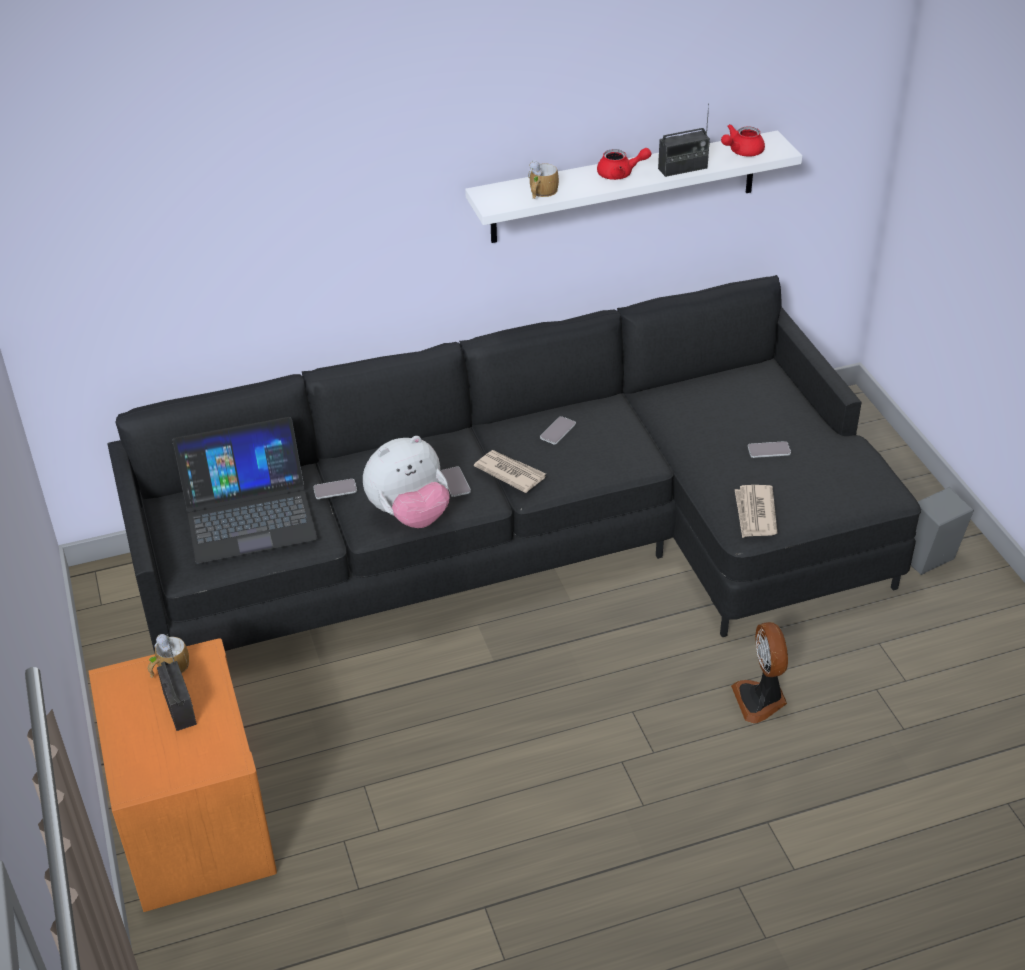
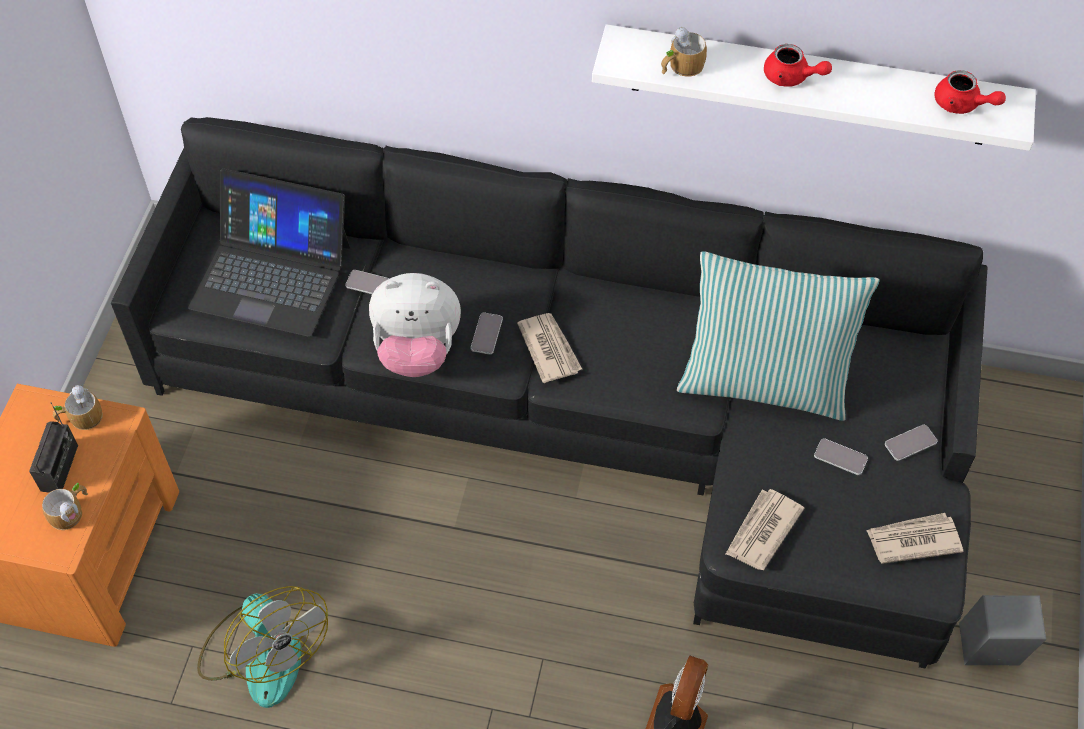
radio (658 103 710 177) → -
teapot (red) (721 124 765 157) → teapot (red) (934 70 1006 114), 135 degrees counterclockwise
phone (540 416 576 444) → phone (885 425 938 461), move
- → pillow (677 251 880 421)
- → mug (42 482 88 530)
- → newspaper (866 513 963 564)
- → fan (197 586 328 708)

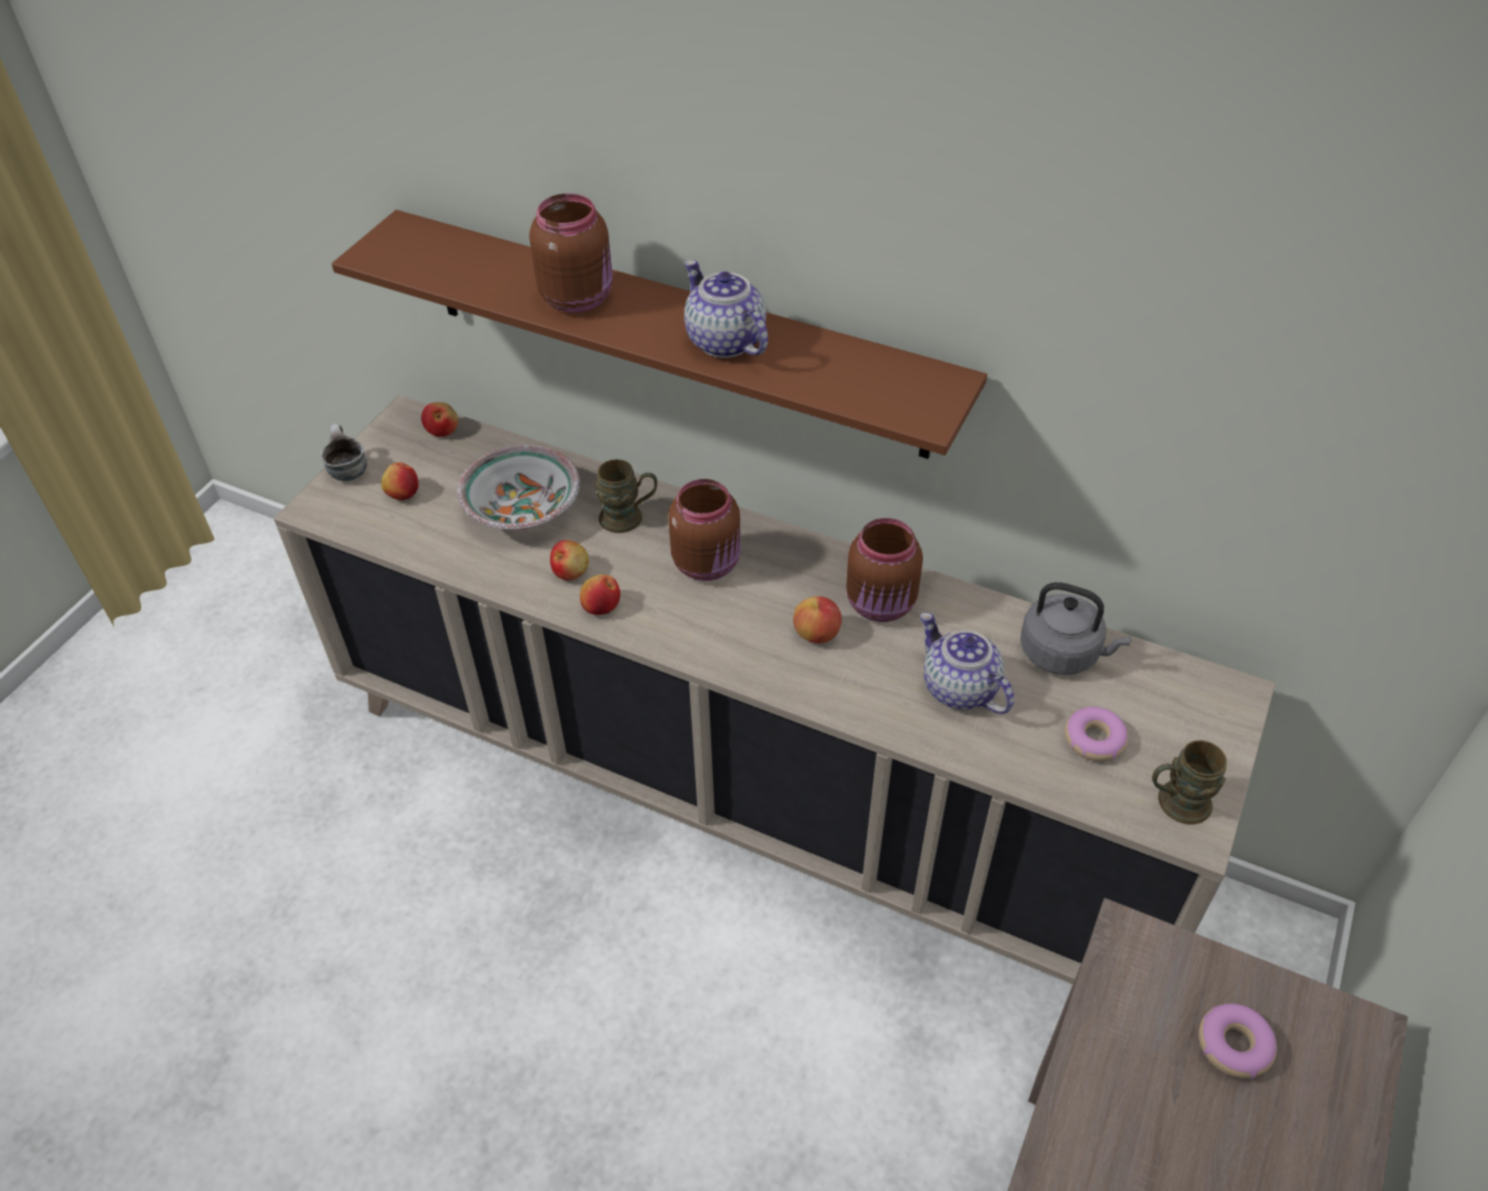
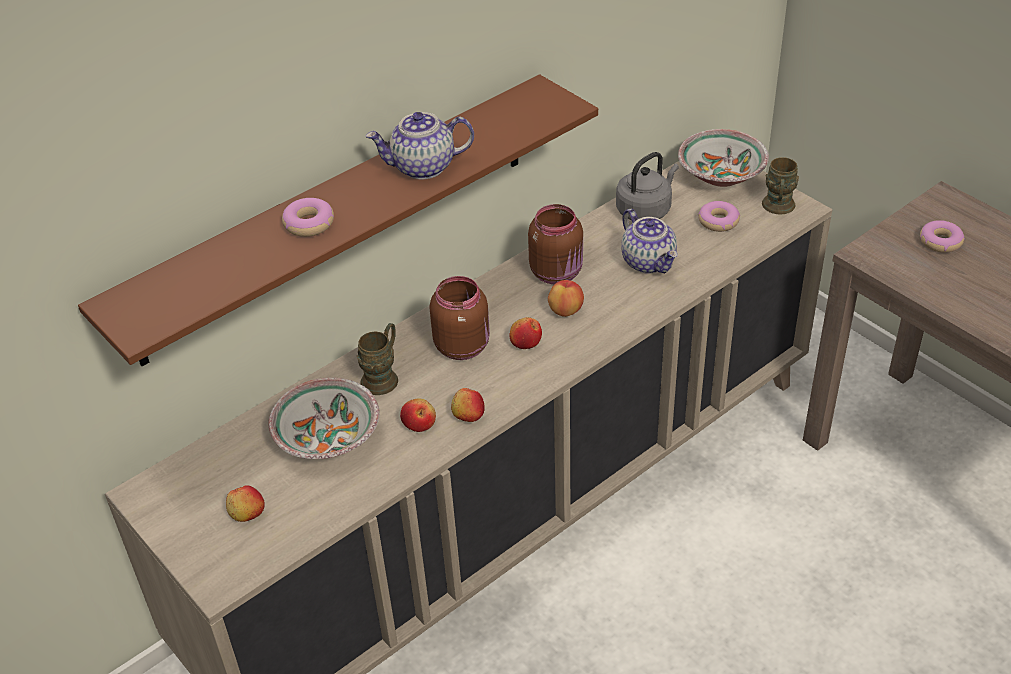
jar (brown) (529 193 613 313) → donut (282 198 334 237)
apple (421 402 458 437) → apple (510 317 542 349), move
mug (320 424 367 481) → -
teapot (920 612 1014 714) → teapot (621 209 678 274), 105 degrees counterclockwise
- → bowl (678 129 769 187)

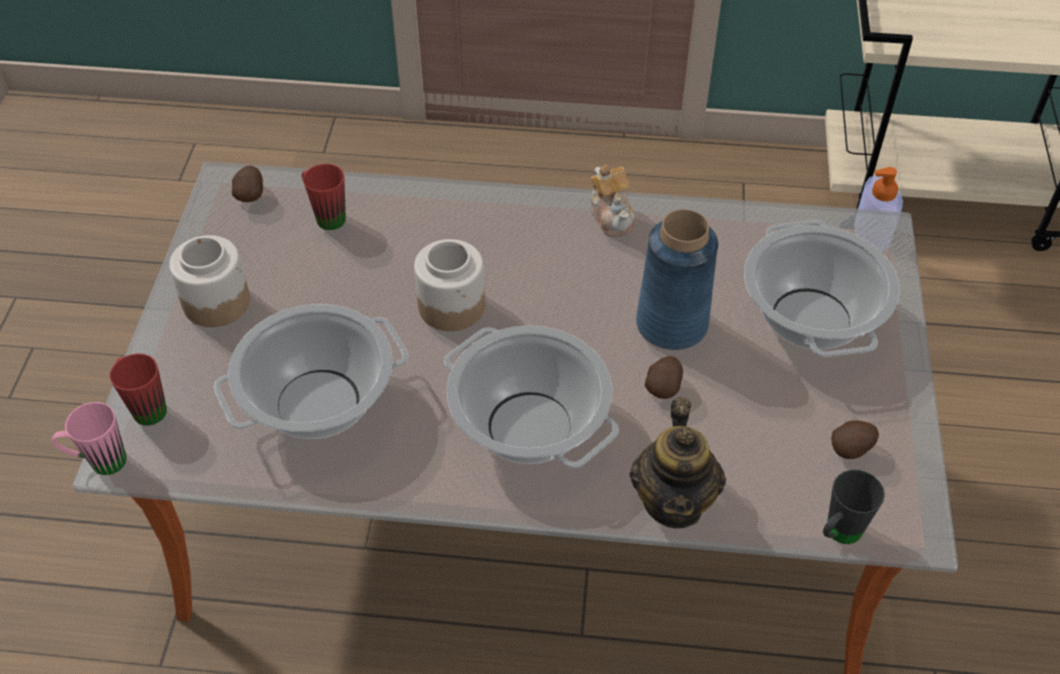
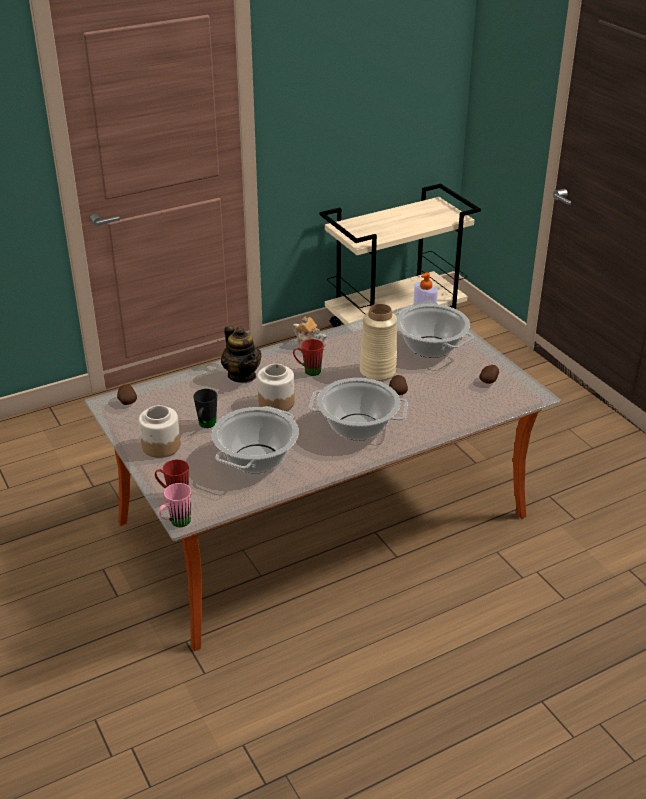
mug (red) (302 164 346 230) → mug (red) (293 339 324 376), move
vase (blue) (636 209 718 350) → vase (beige) (360 304 397 381)
teapot (630 397 726 528) → teapot (221 325 261 383), move
mug (black) (823 470 885 544) → mug (black) (193 389 217 428), move

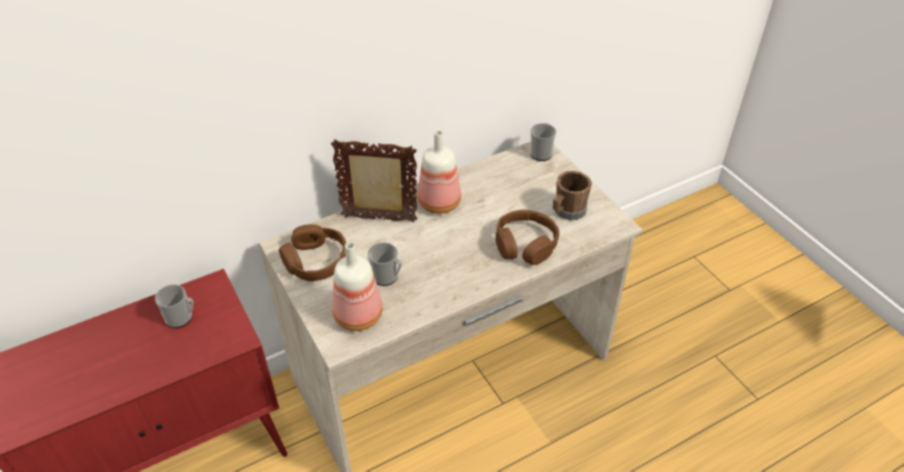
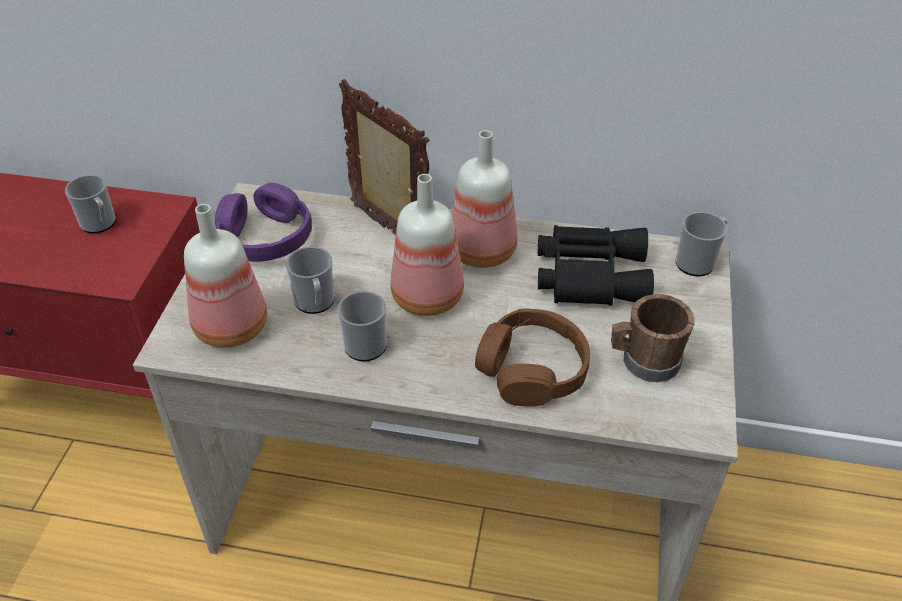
headphones (brown) (279 224 346 281) → headphones (purple) (215 183 312 262)
- → bottle (391 174 464 316)
- → binoculars (black) (538 225 654 306)
- → mug (338 289 387 361)

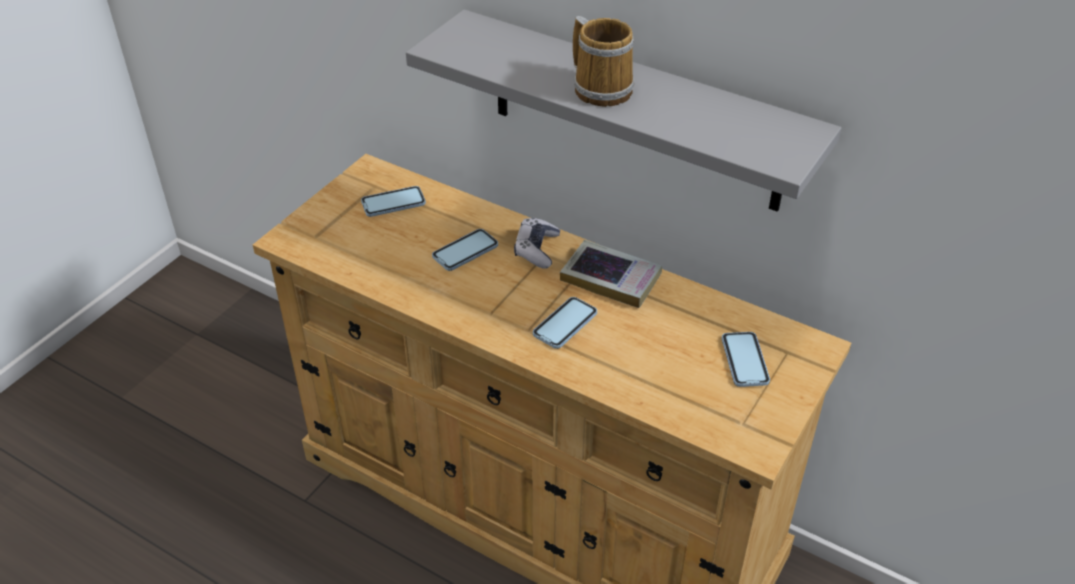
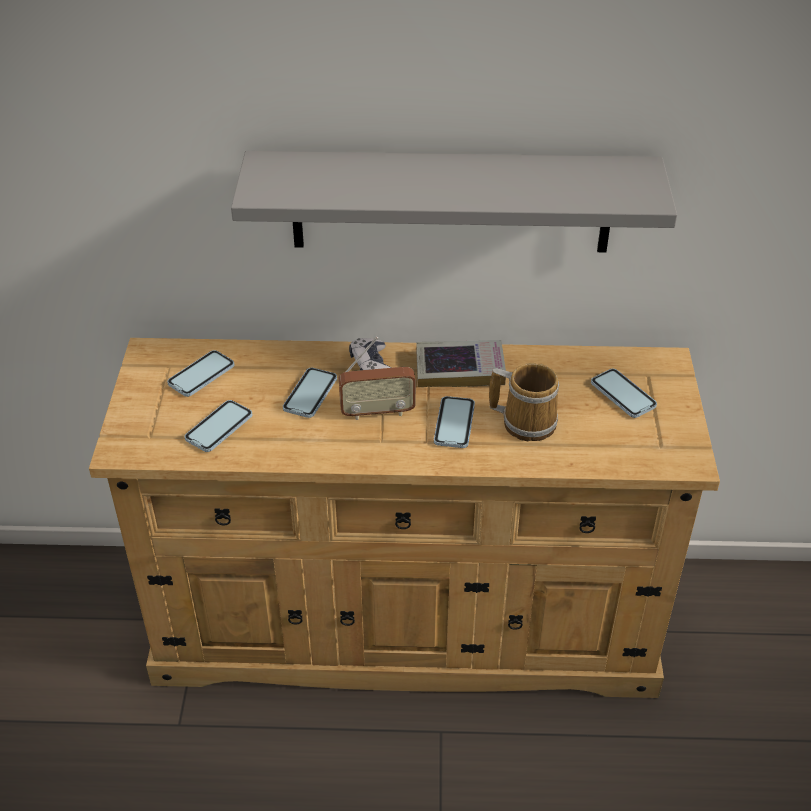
mug (573 16 634 107) → mug (489 363 559 441), move
- → radio (339 337 416 420)
- → phone (184 400 252 452)

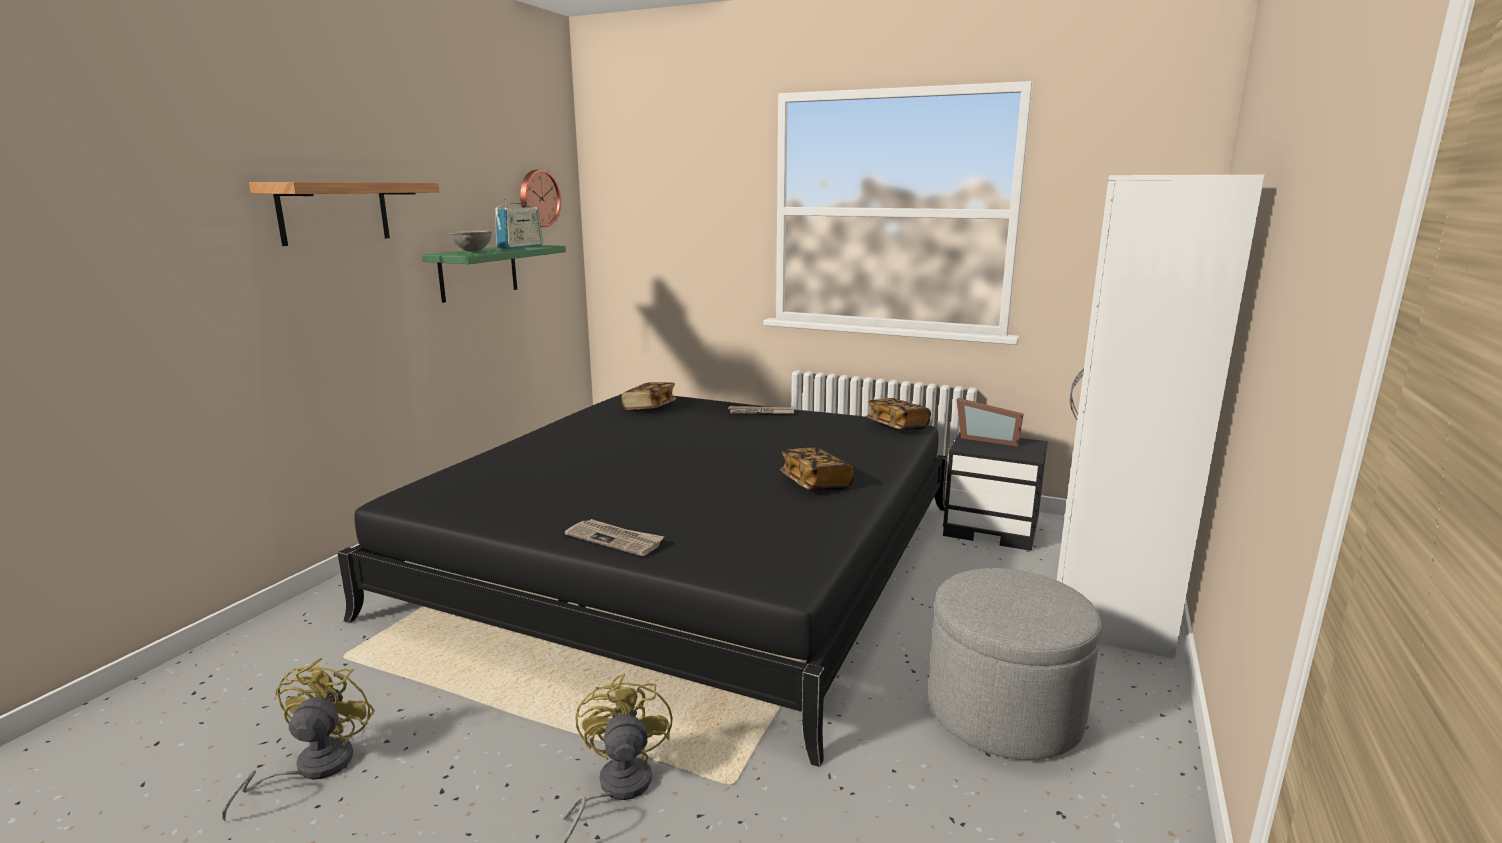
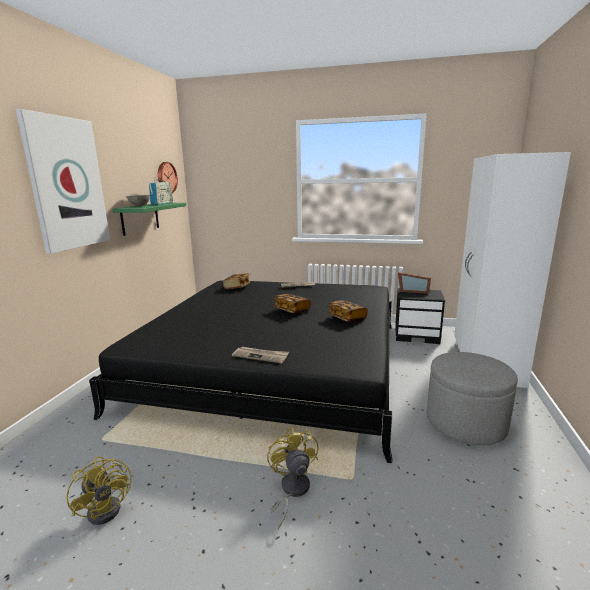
shelf (249 182 439 246) → picture (16 109 110 254)
book (866 398 931 430) → book (274 294 311 313), move
fan (yellow) (222 658 375 822) → fan (yellow) (66 456 131 525), 150 degrees clockwise

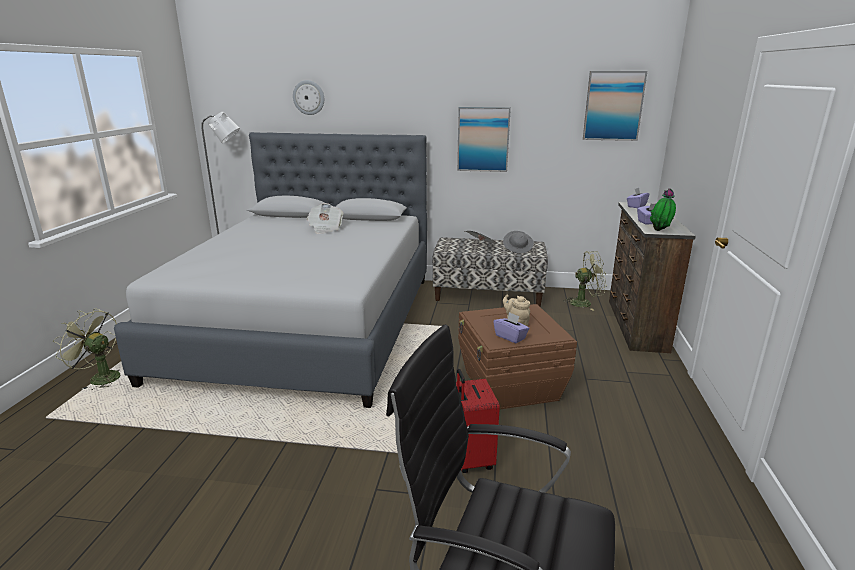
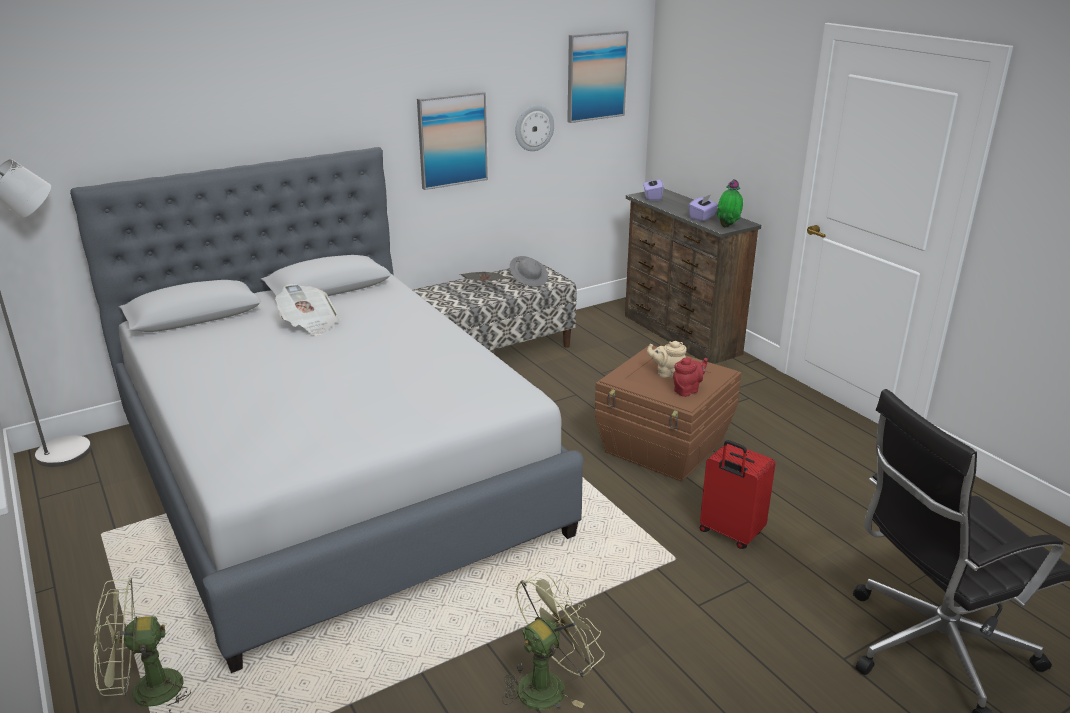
wall clock (293 80 324 115) → wall clock (515 105 554 151), move
fan (green) (563 251 607 311) → fan (green) (502 570 605 710), move
tissue box (purple) (493 312 529 343) → teapot (red) (673 357 708 397)

